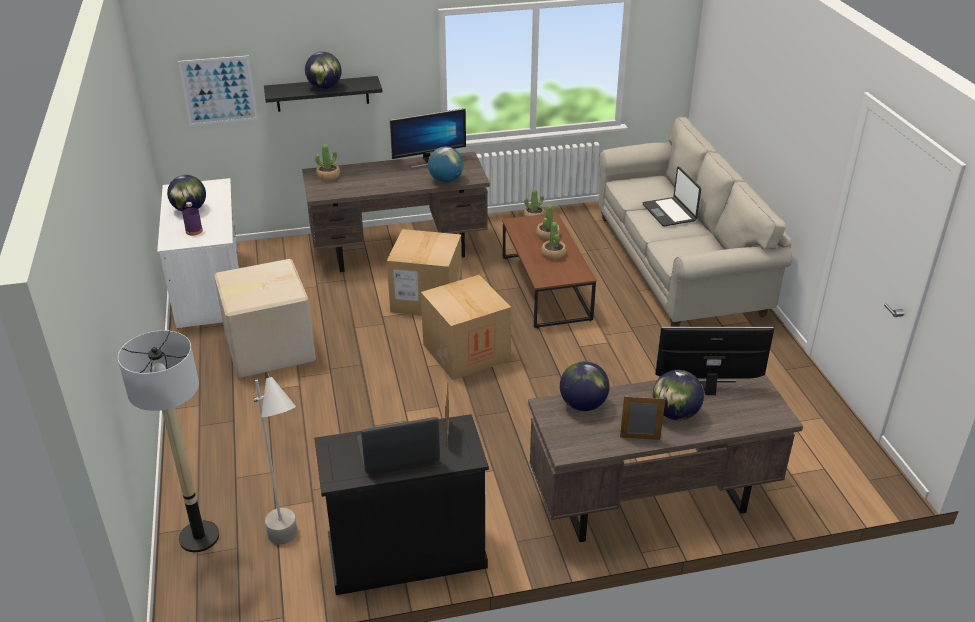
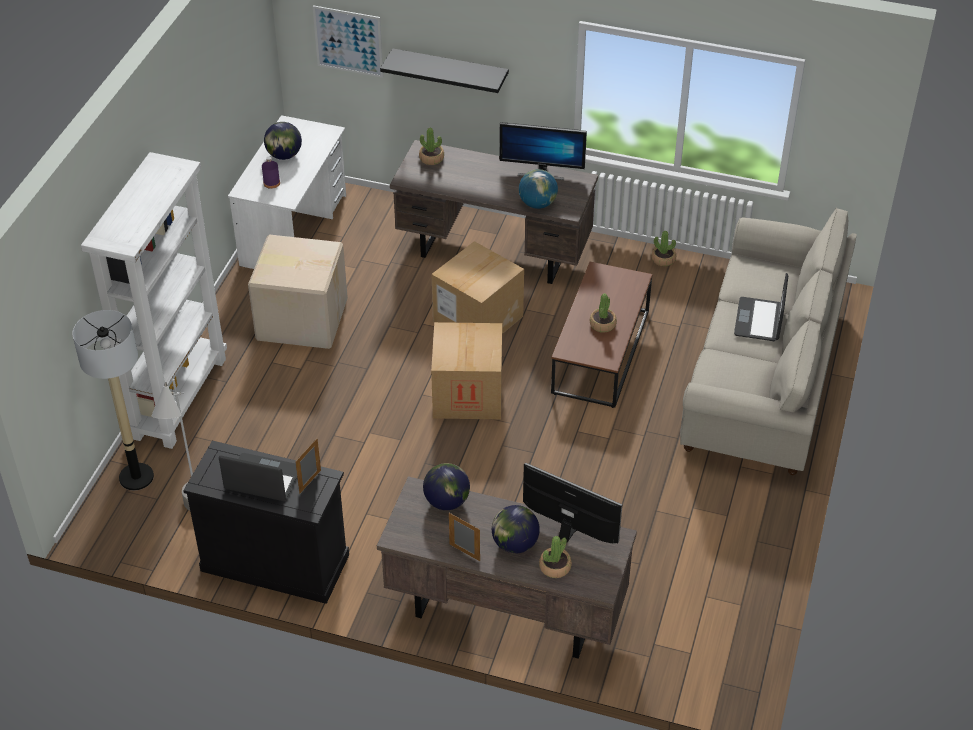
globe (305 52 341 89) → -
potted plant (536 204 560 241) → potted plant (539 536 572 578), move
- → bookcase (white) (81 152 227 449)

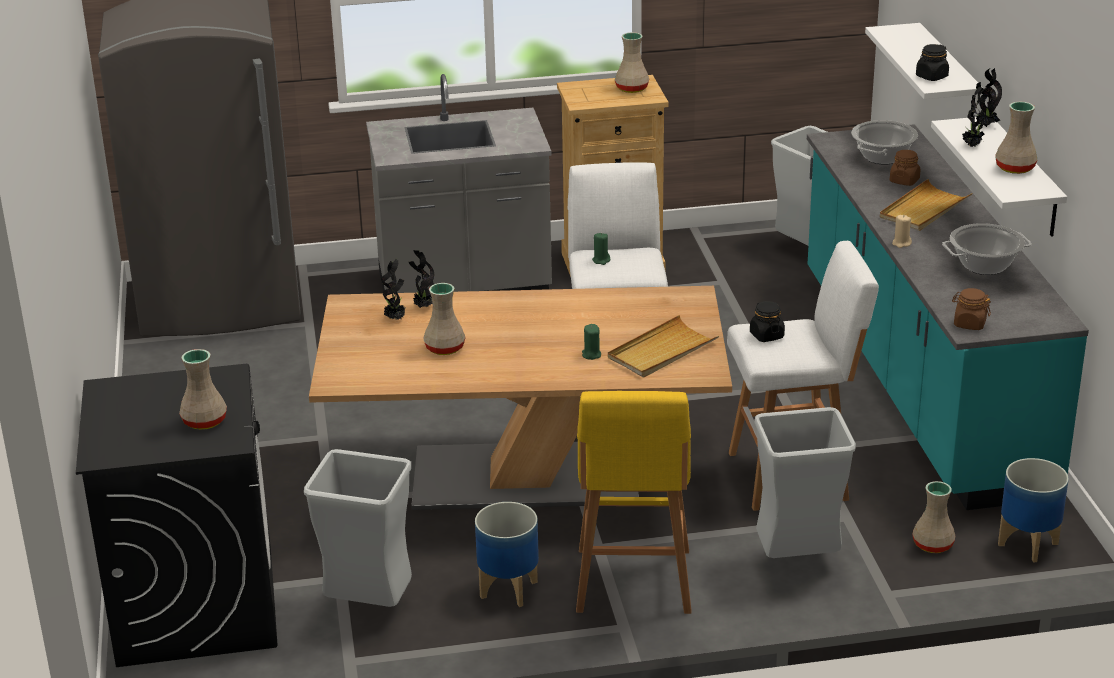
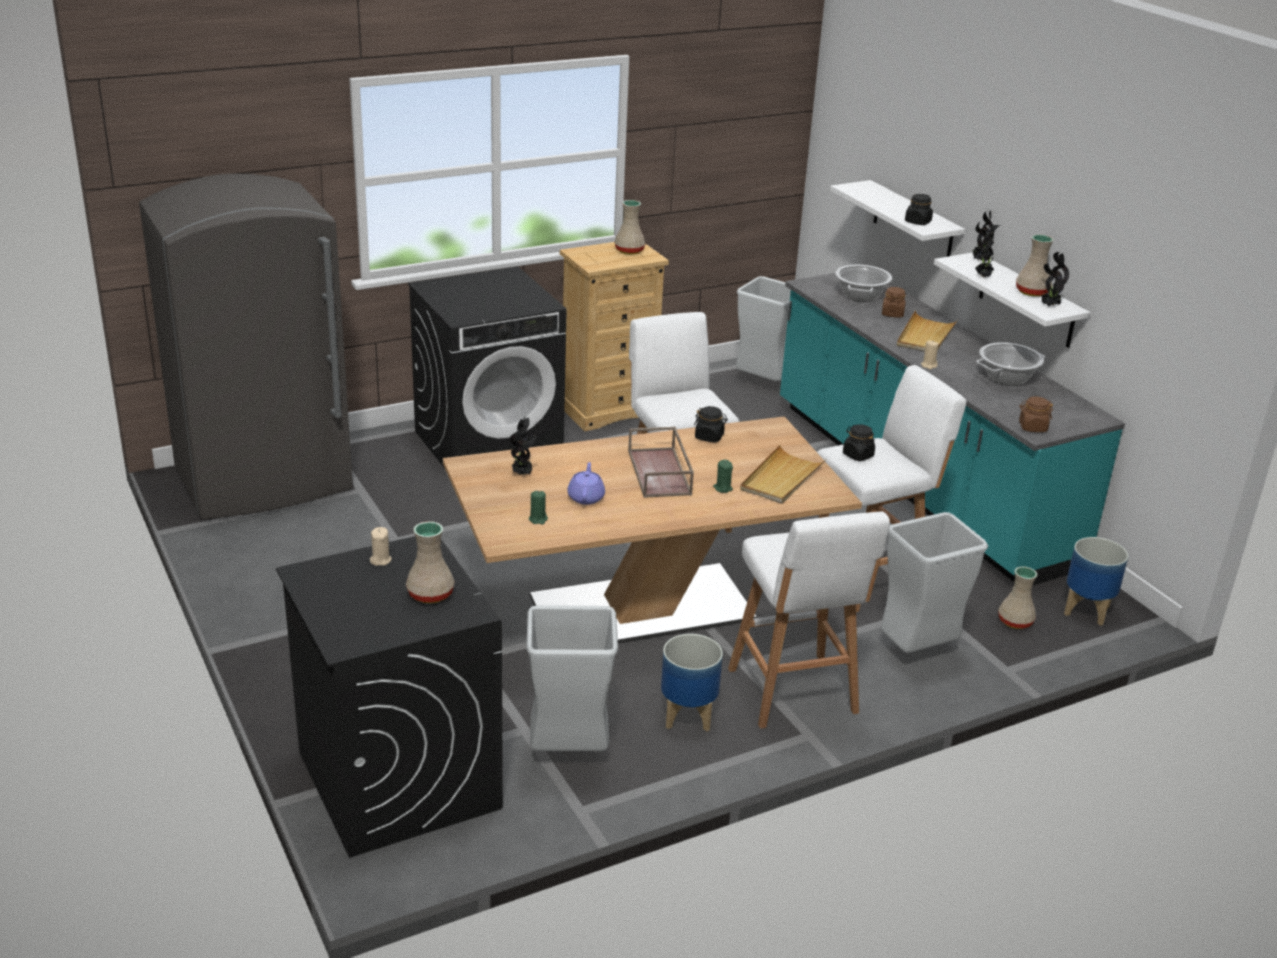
counter (grey) (366 74 552 293) → washing machine (black) (408 267 567 467)
candle (green) (592 233 610 265) → candle (green) (529 491 548 524), move
potted plant (409 250 434 308) → potted plant (1042 252 1069 306), move
vase (beige) (423 283 466 355) → teapot (purple) (568 462 605 504)
stool (yellow) (576 391 692 614) → stool (white) (728 512 890 729)
- → jar (black) (694 406 728 443)
- → tray (brown) (628 427 694 498)
- → candle (beige) (370 527 392 566)

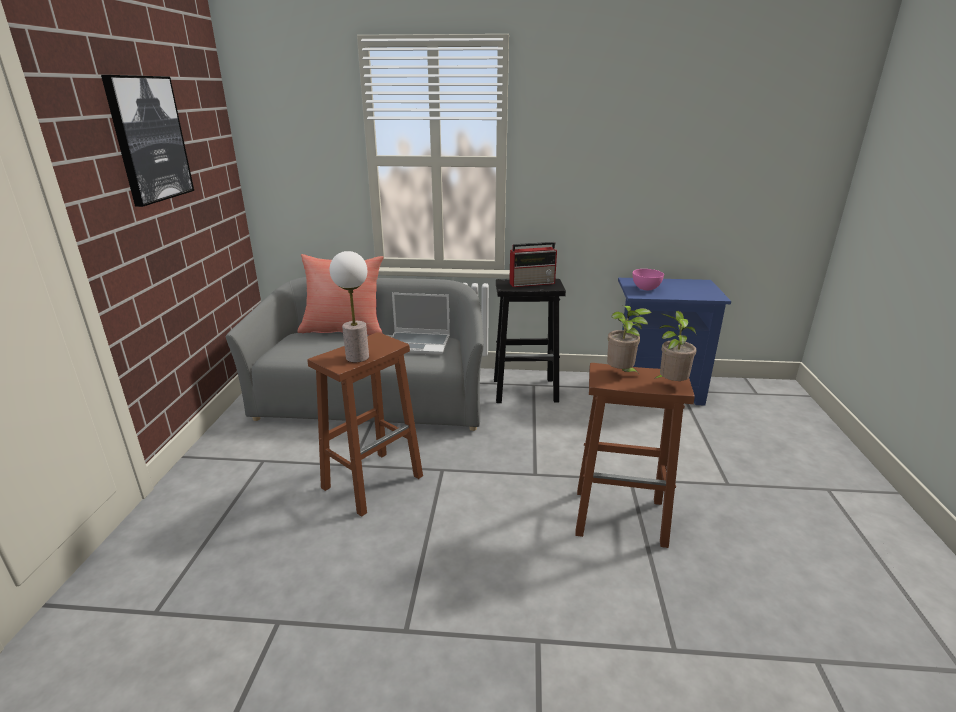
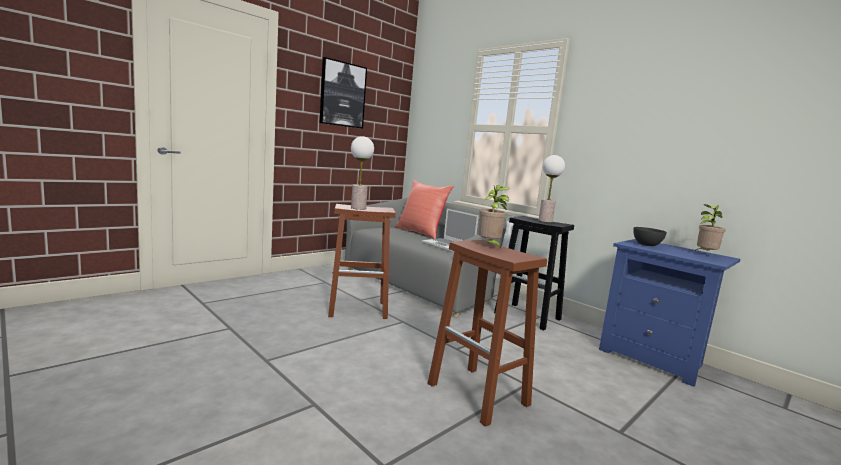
radio (509 242 557 287) → table lamp (539 155 565 223)
bowl (pink) (632 269 664 290) → bowl (grey) (634 227 667 246)
potted plant (654 311 697 381) → potted plant (694 204 726 252), move

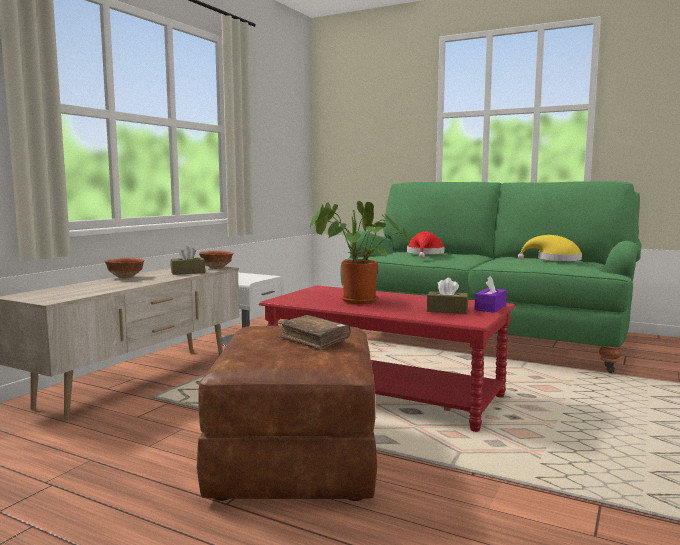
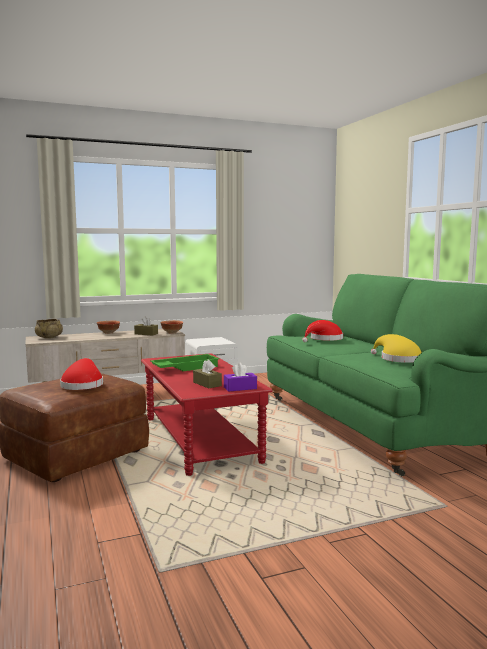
potted plant (310 201 409 304) → tray (green) (150 354 220 371)
book (brown) (278 315 351 350) → hat (red) (60 358 103 390)
- → bowl (beige) (35 319 63 338)

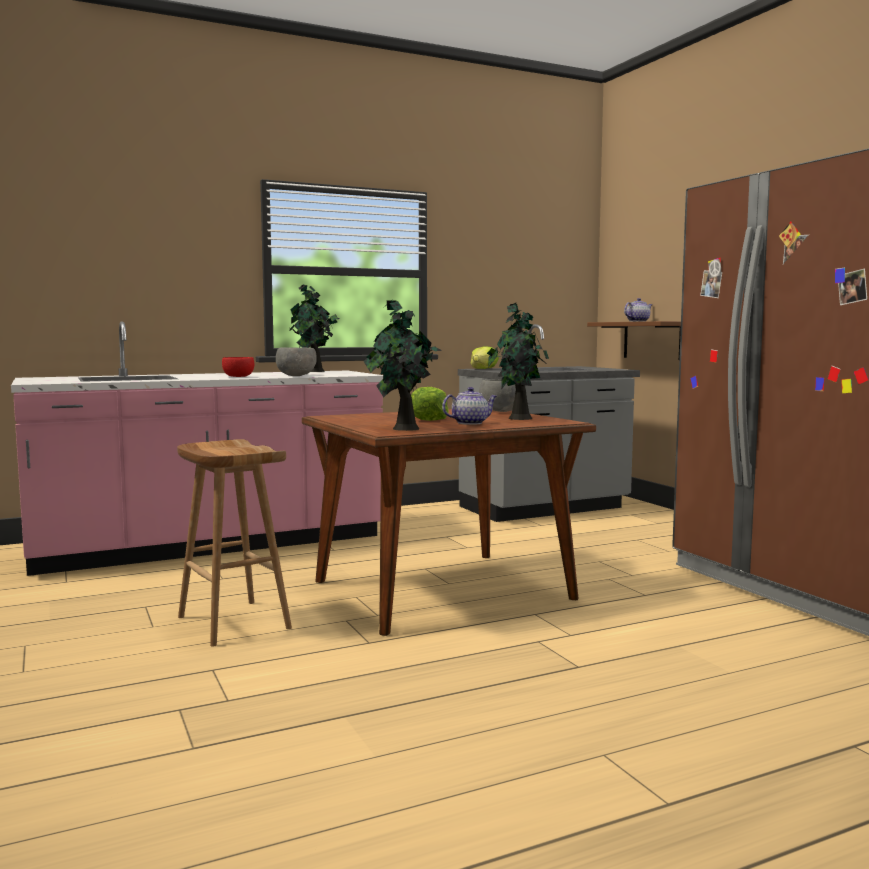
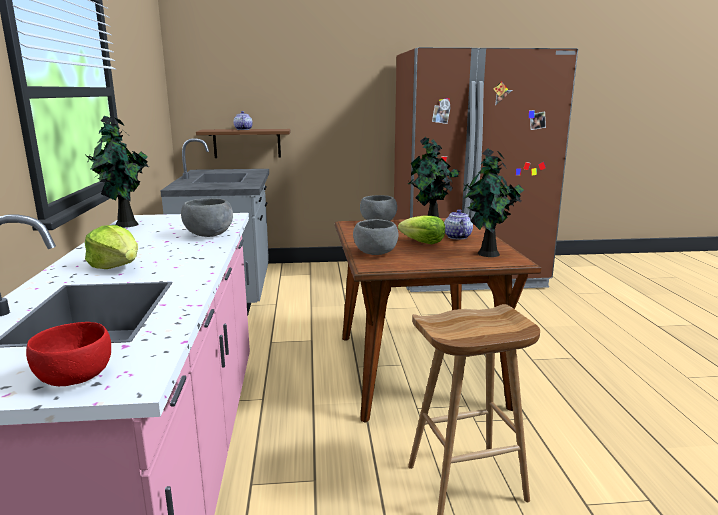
lettuce (471 346 499 369) → lettuce (85 225 138 269), move
bowl (red) (222 357 254 377) → bowl (red) (26 322 111 386), move
- → bowl (grey) (353 219 398 255)

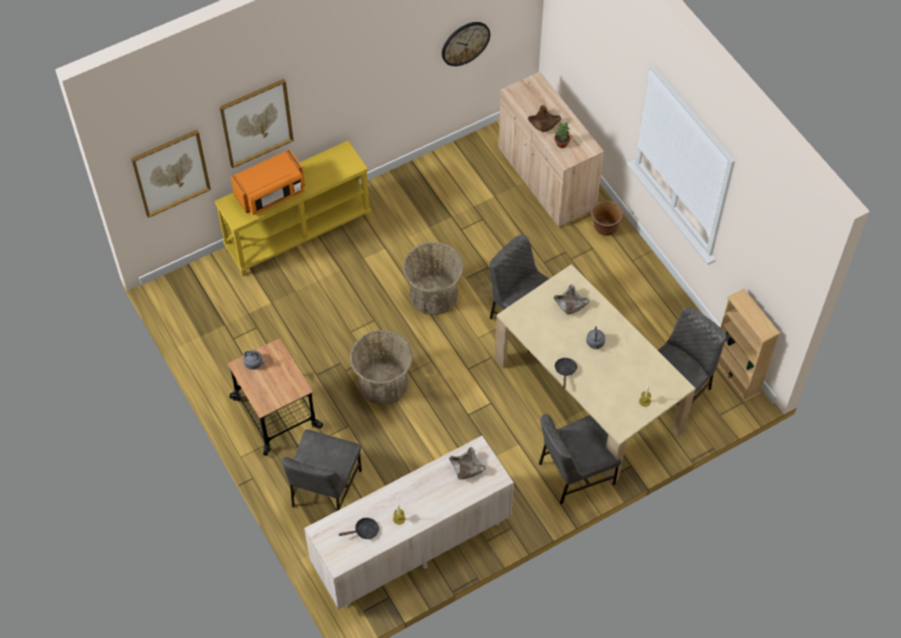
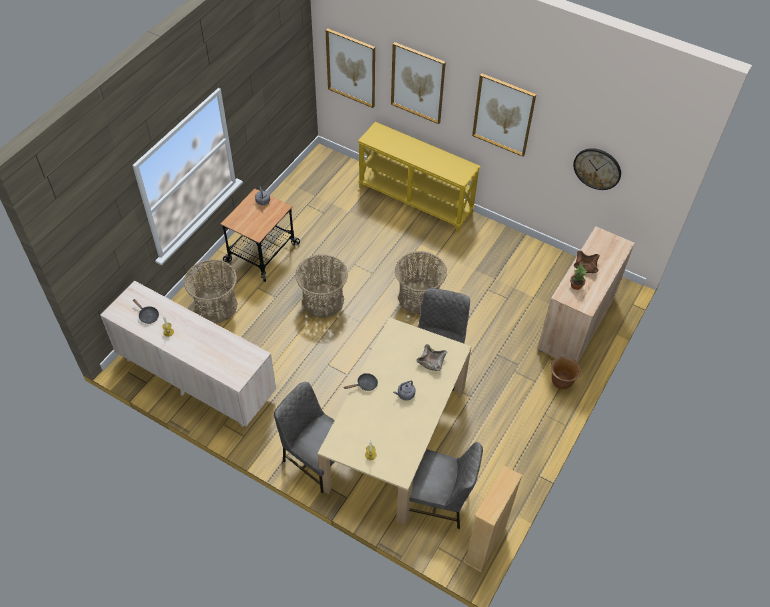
microwave (orange) (231 149 305 215) → -
chair (grey) (282 429 362 511) → basket (184 259 238 323)
bowl (beige) (449 447 486 480) → -
- → picture (472 73 536 157)

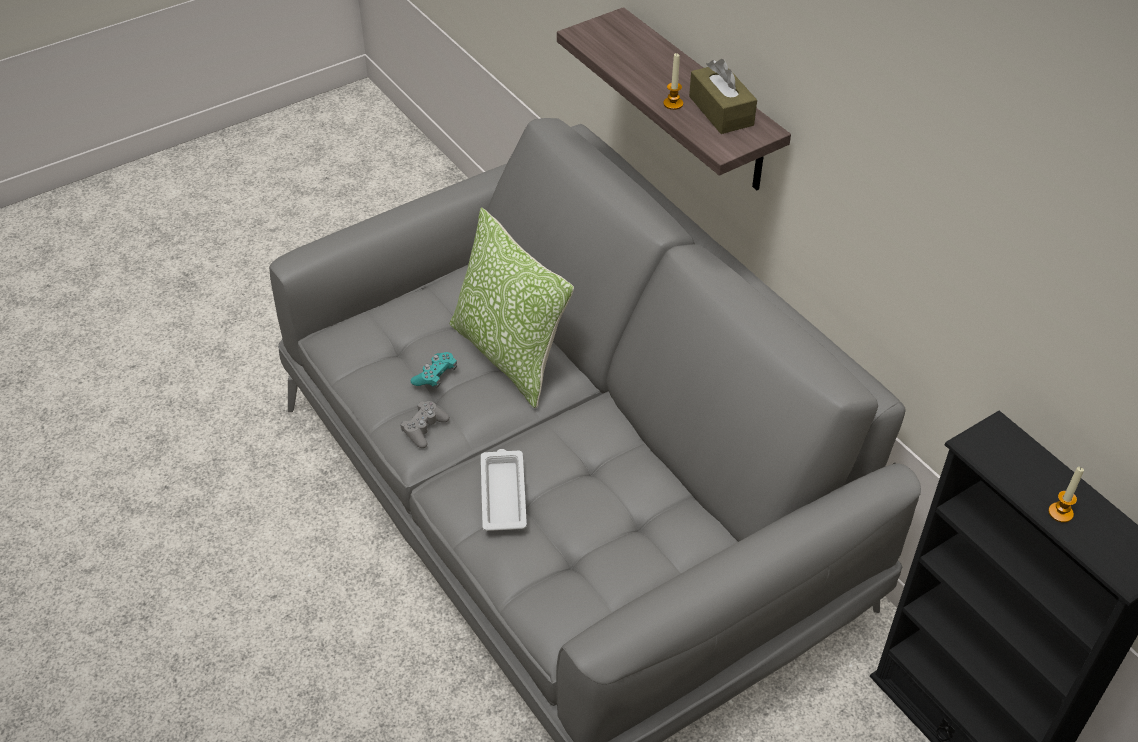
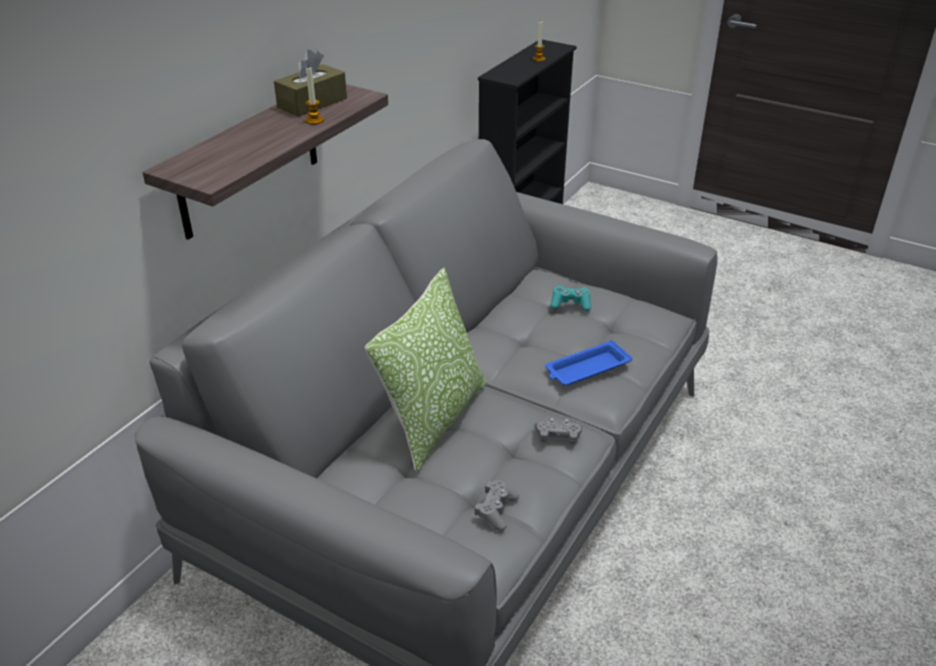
game controller (turquoise) (411 352 457 388) → game controller (turquoise) (551 286 591 311), move
tray (white) (481 449 527 531) → tray (blue) (545 340 632 385)
- → game controller (grey) (474 480 519 531)

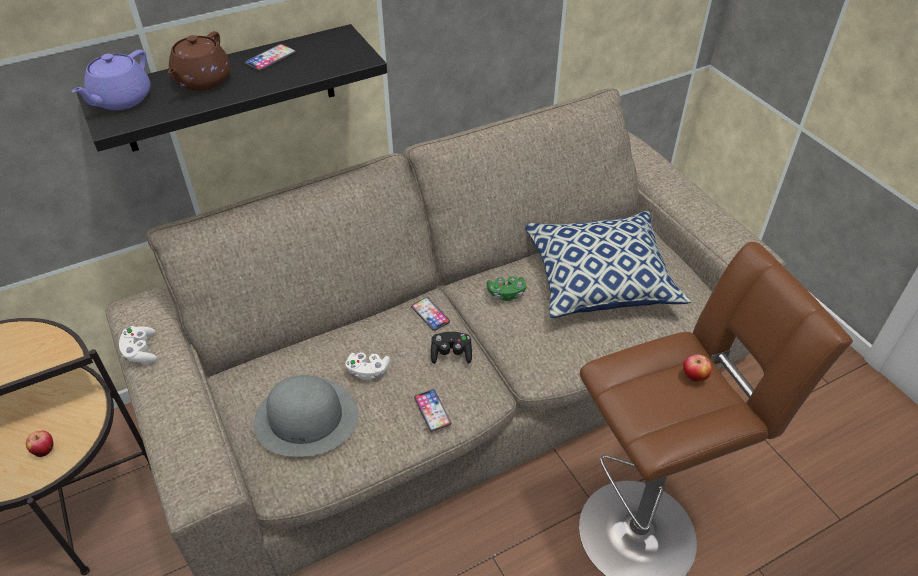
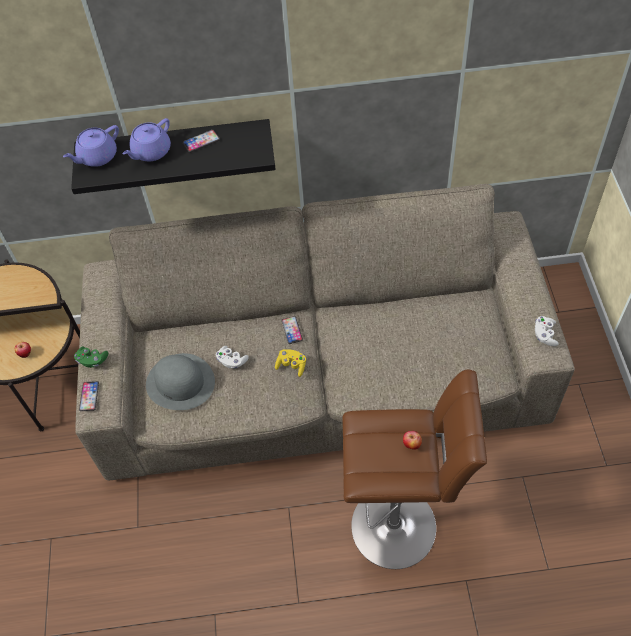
teapot (brown) (168 31 231 91) → teapot (purple) (122 118 171 161)
pillow (525 211 691 318) → -
game controller (green) (486 276 526 301) → game controller (green) (74 346 108 368), move
game controller (white) (119 326 157 364) → game controller (white) (535 316 559 346), move
game controller (black) (431 332 472 364) → game controller (yellow) (275 349 306 377)
phone (414 389 451 432) → phone (79 381 99 411), move

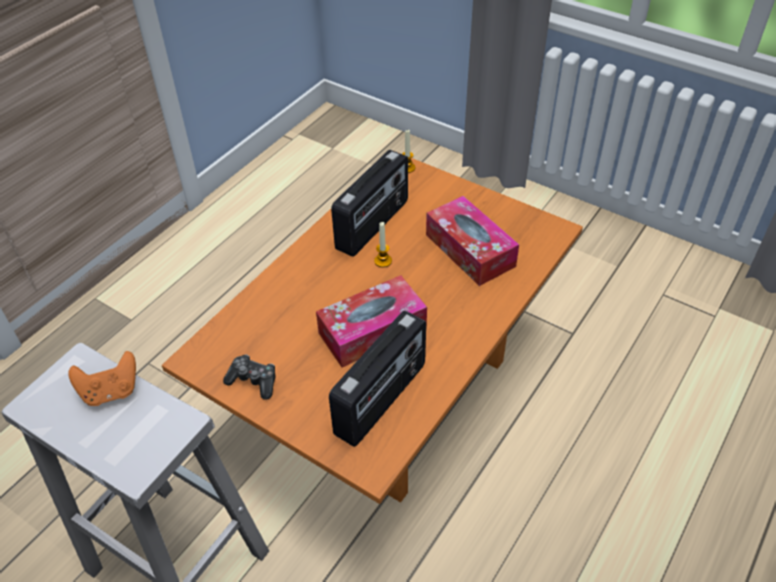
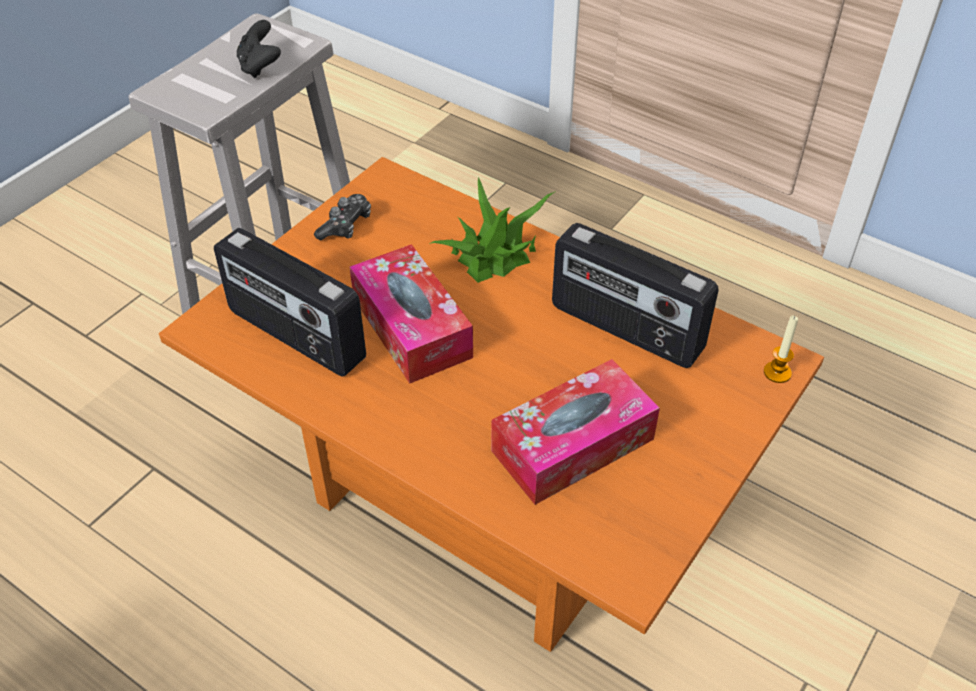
candle (374 222 392 267) → -
game controller (orange) (68 351 136 406) → game controller (black) (237 20 281 78)
- → potted plant (429 177 556 283)

